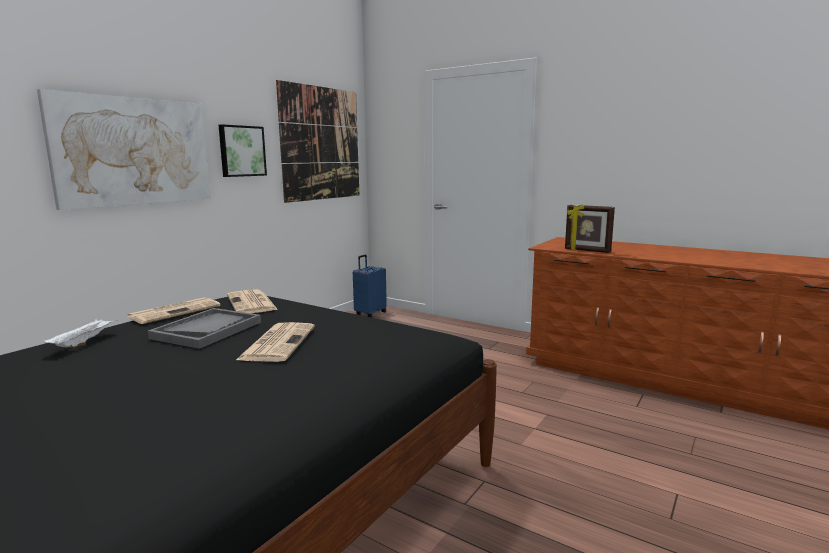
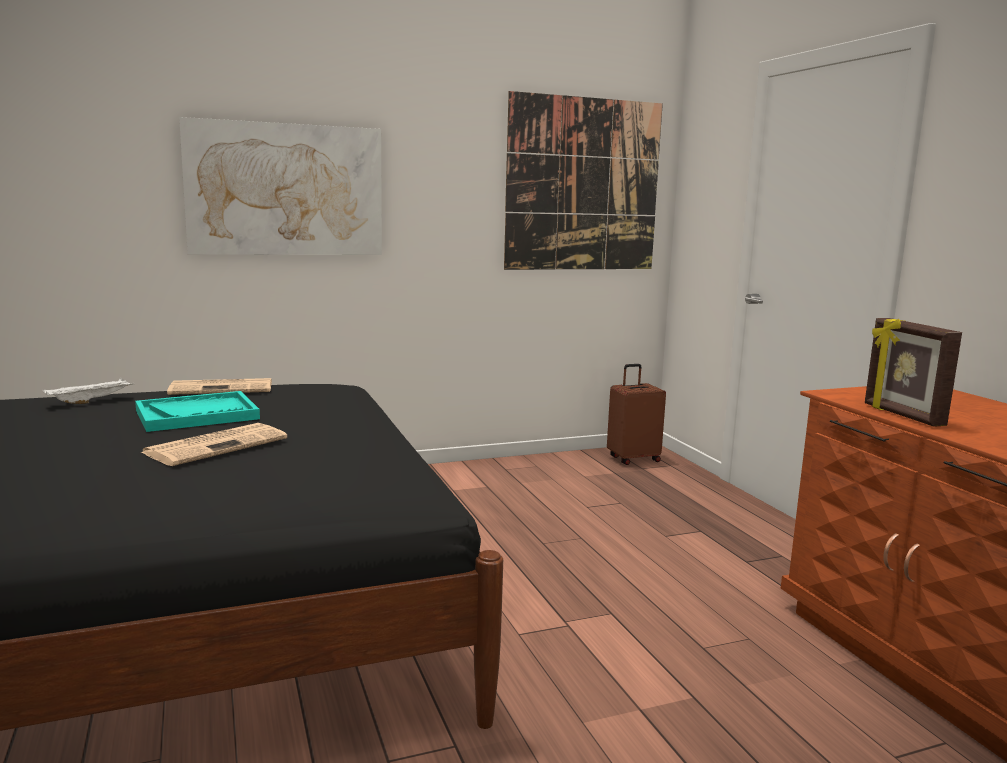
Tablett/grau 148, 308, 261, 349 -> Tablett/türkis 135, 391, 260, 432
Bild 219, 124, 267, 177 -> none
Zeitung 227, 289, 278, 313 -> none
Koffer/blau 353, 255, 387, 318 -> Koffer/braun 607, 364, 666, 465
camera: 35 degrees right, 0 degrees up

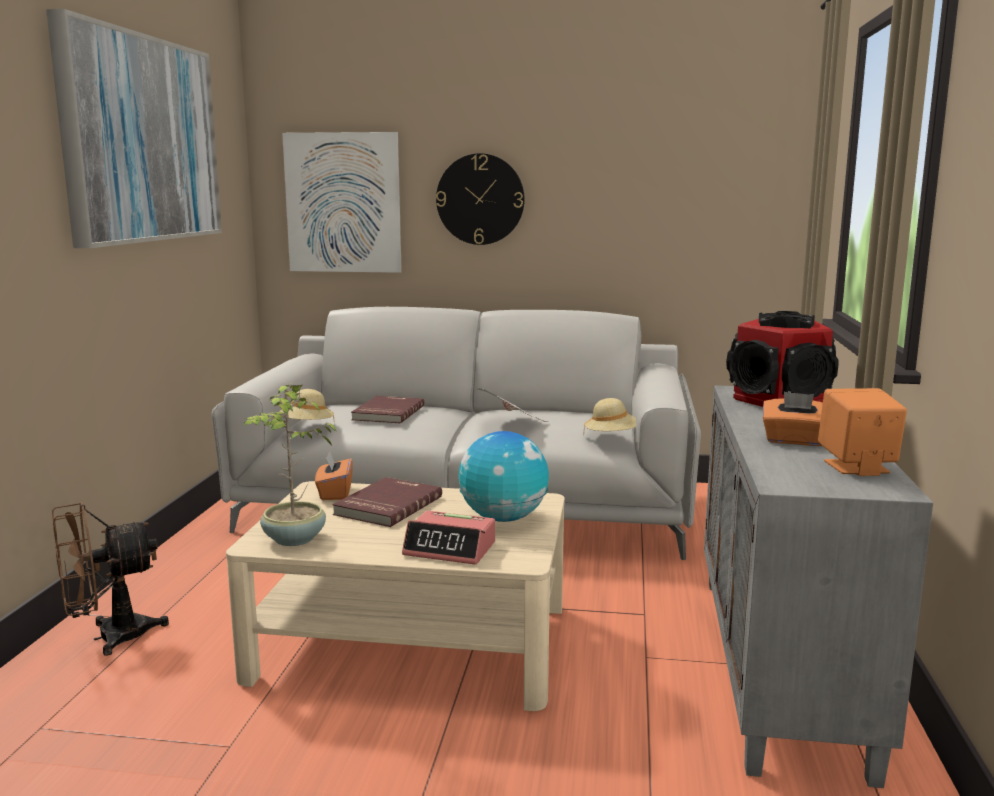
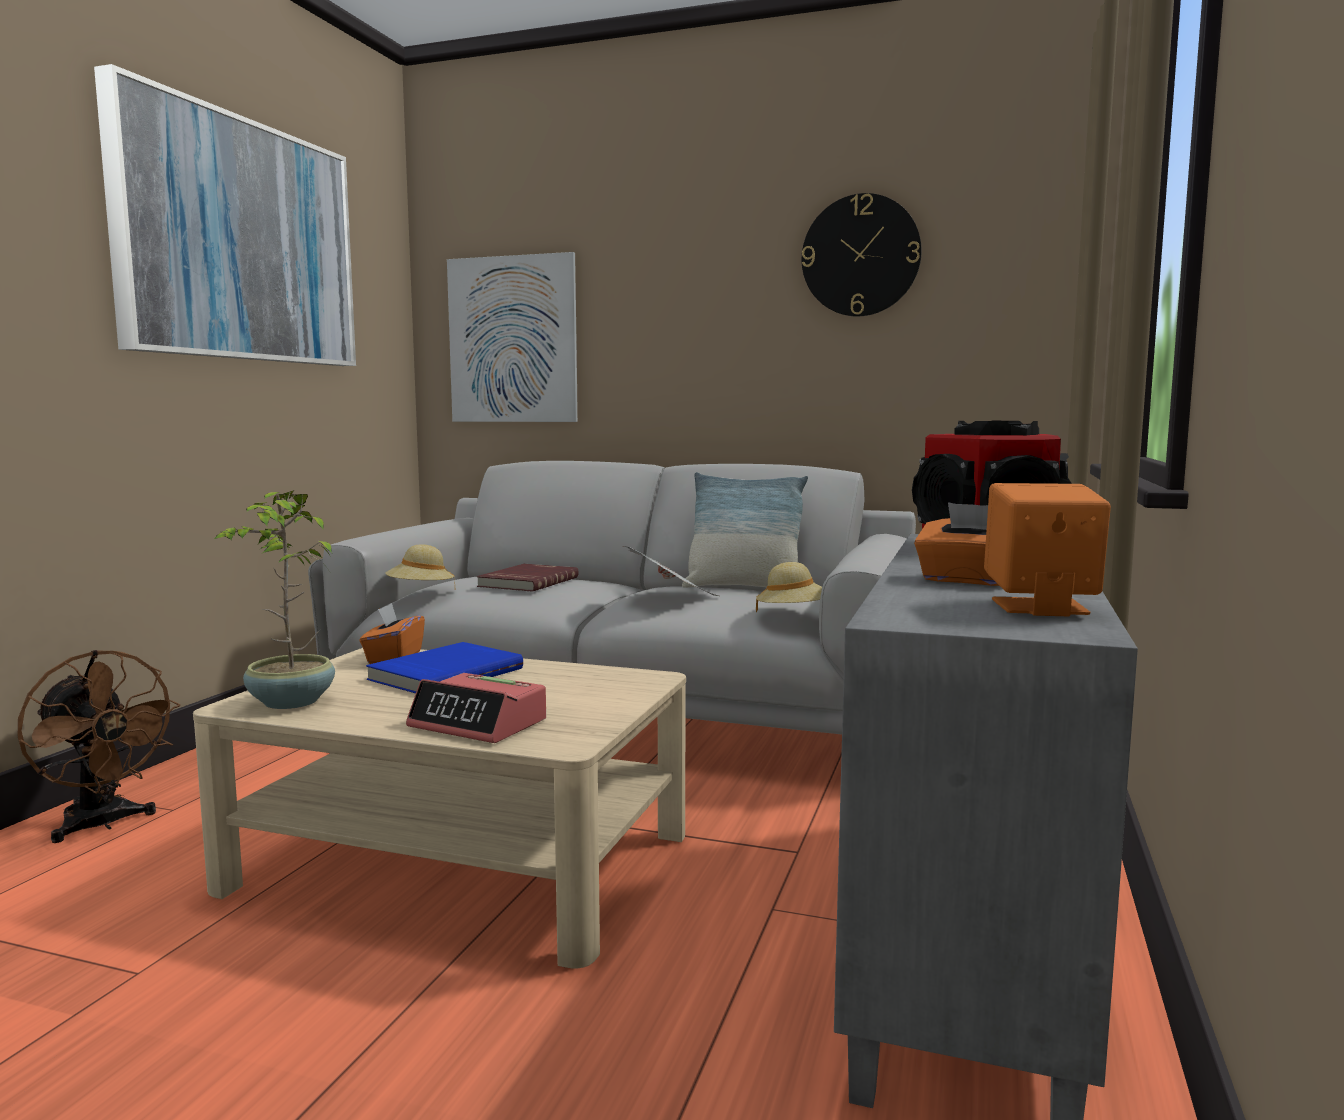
Ventilator/braun 52, 502, 169, 656 -> Ventilator/braun 18, 650, 180, 843, 120 degrees counterclockwise
Buch/rot 332, 477, 442, 527 -> Buch/blau 366, 642, 523, 694
Wanduhr 436, 153, 525, 245 -> Wanduhr 802, 193, 922, 316, relocated
Globus 459, 431, 549, 522 -> none
none -> Kissen 682, 472, 808, 588
camera: 10 degrees right, 5 degrees down

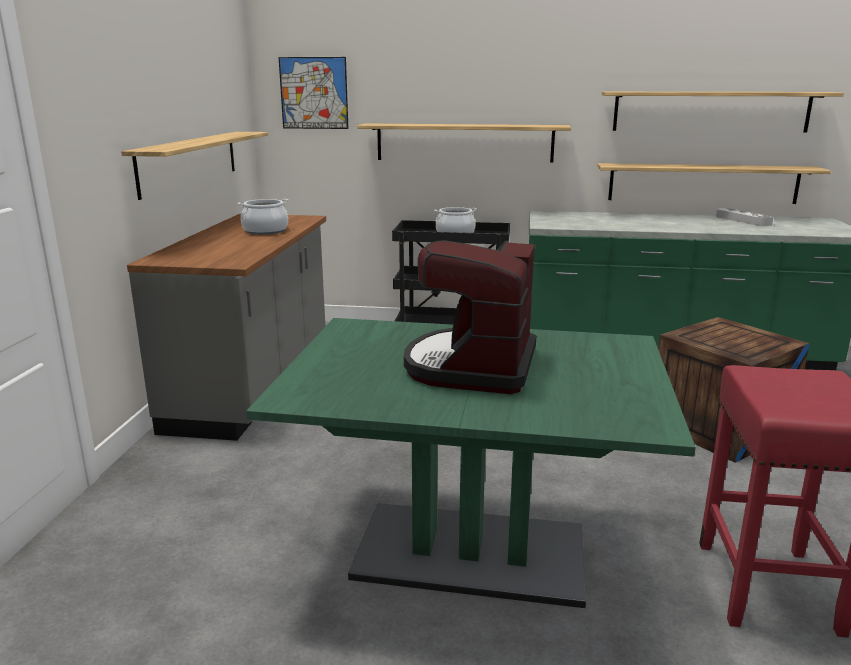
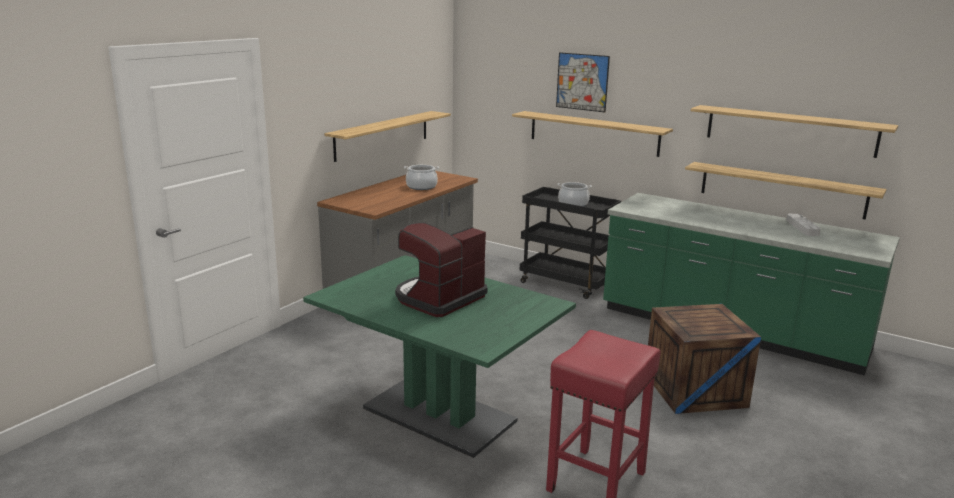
Bild 279, 57, 348, 129 -> Bild 556, 52, 610, 112, relocated
camera: 25 degrees right, 0 degrees up

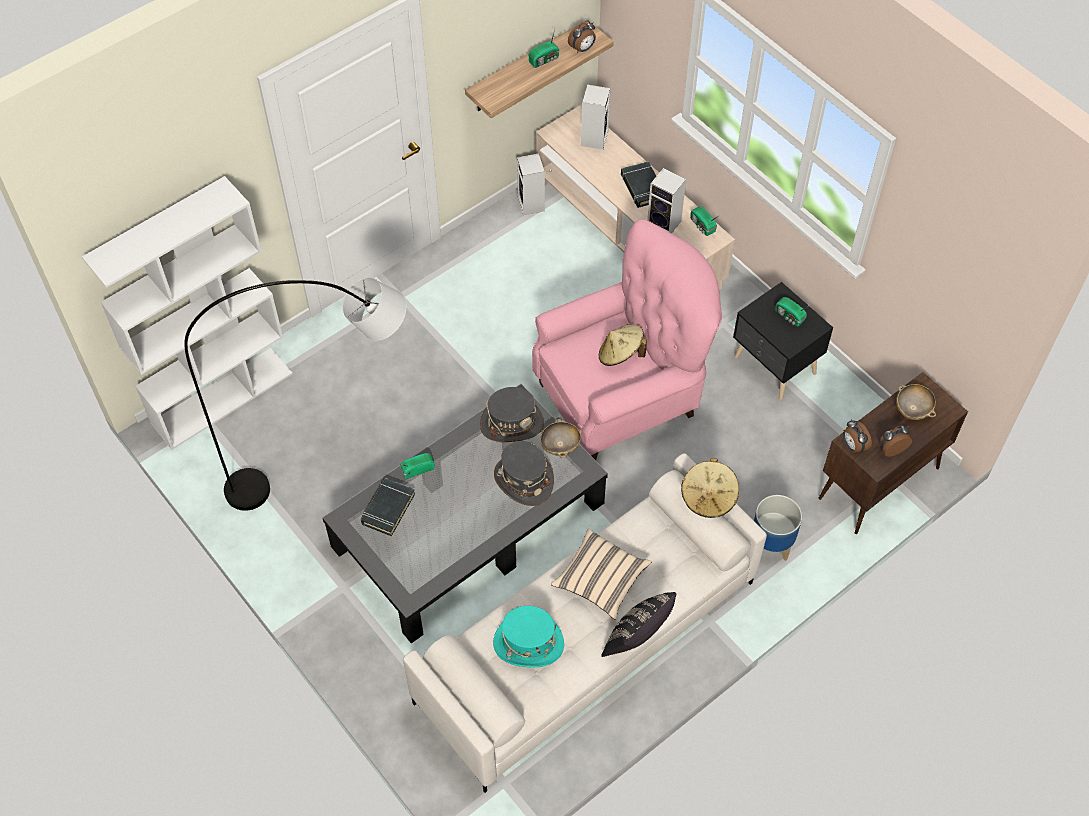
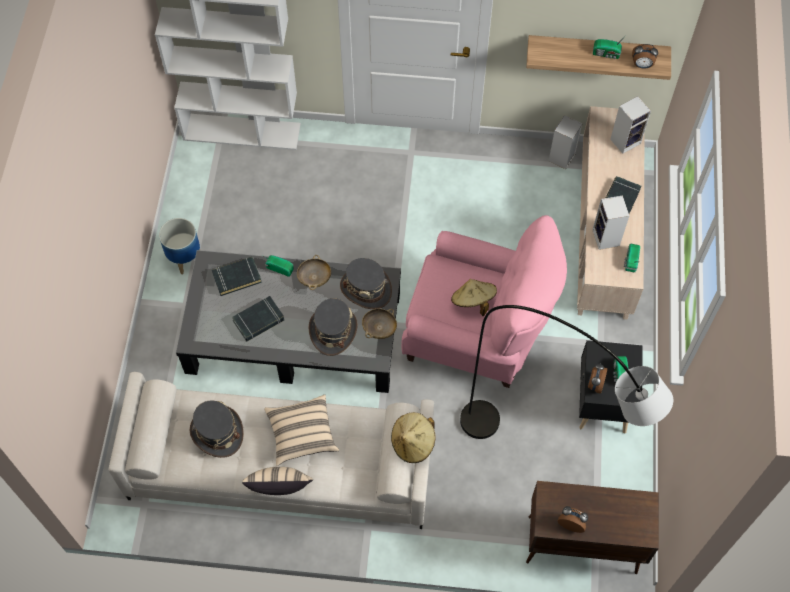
Stehlampe/grau 184, 278, 407, 511 -> Stehlampe/grau 460, 305, 673, 439, relocated
Hut/türkis 493, 606, 564, 668 -> Hut/grau 190, 400, 244, 458
Kissen/schwarz 601, 592, 676, 657 -> Kissen/beige 242, 467, 313, 495
Pflanzkübel 754, 495, 802, 561 -> Pflanzkübel 159, 218, 200, 274, relocated
Wecker 843, 420, 872, 453 -> Wecker 588, 363, 607, 394, relocated
Schüssel/beige 896, 384, 936, 420 -> Schüssel/beige 297, 255, 331, 290, relocated
none -> Buch/schwarz 232, 296, 284, 341
camera: 45 degrees right, 5 degrees up

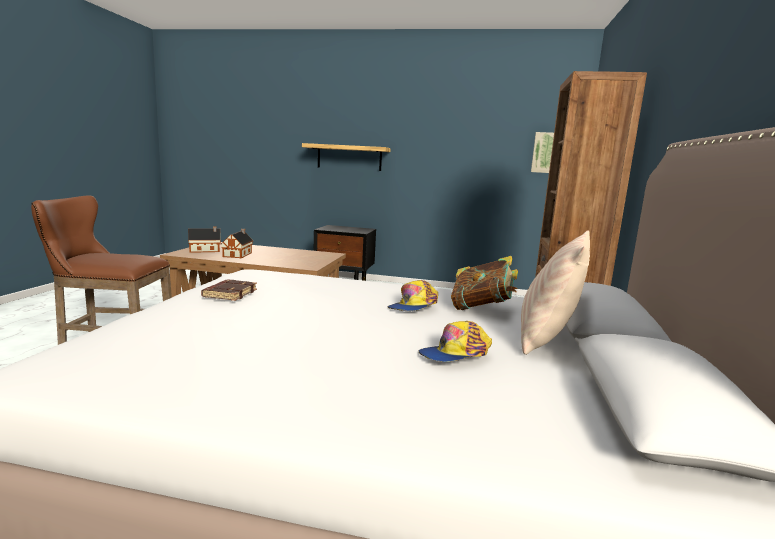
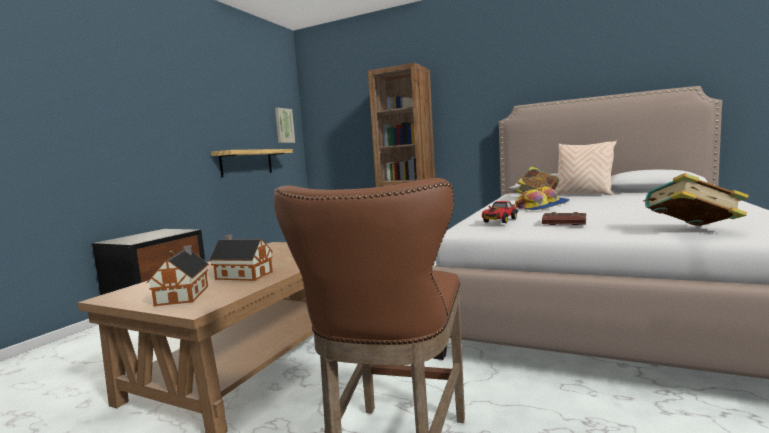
Wandregal 302, 143, 391, 171 -> Wandregal 211, 149, 293, 177, relocated
Kappe 419, 321, 492, 362 -> Kappe 515, 189, 556, 210, relocated
none -> Spielzeugauto 482, 201, 518, 223
none -> Buch 643, 173, 748, 226
camera: 75 degrees left, 5 degrees down

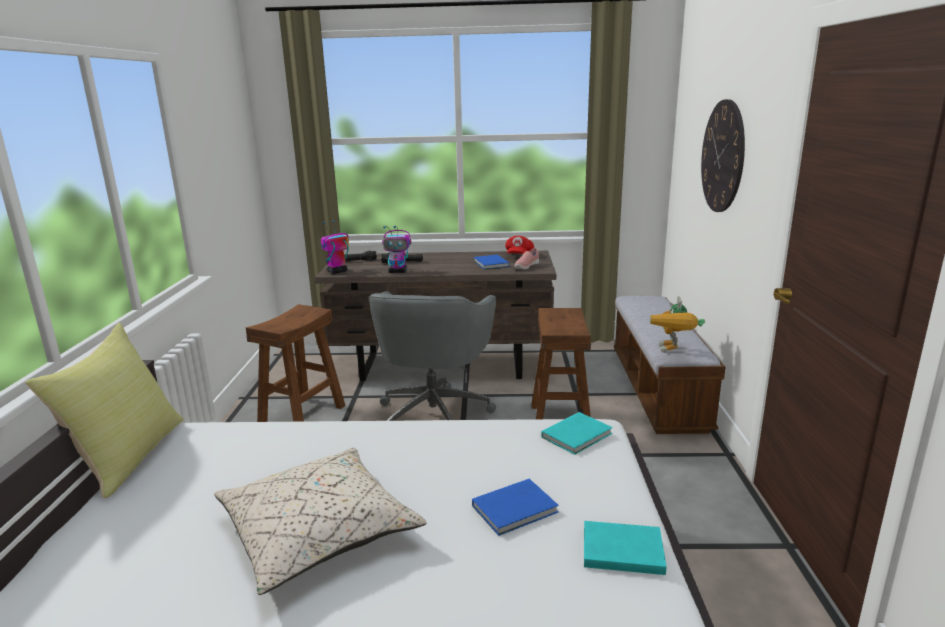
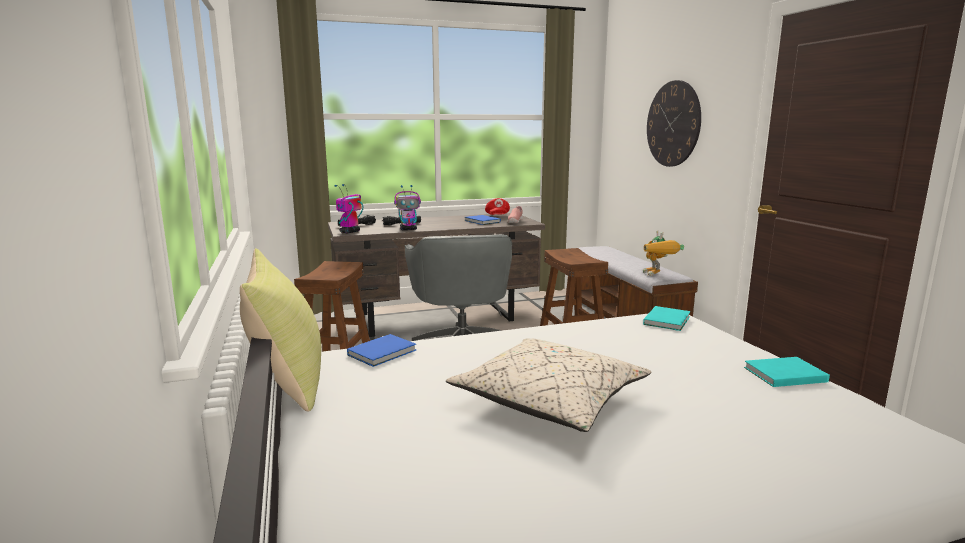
Buch/blau 472, 479, 559, 536 -> Buch/blau 347, 334, 416, 367, relocated
camera: 20 degrees left, 5 degrees down

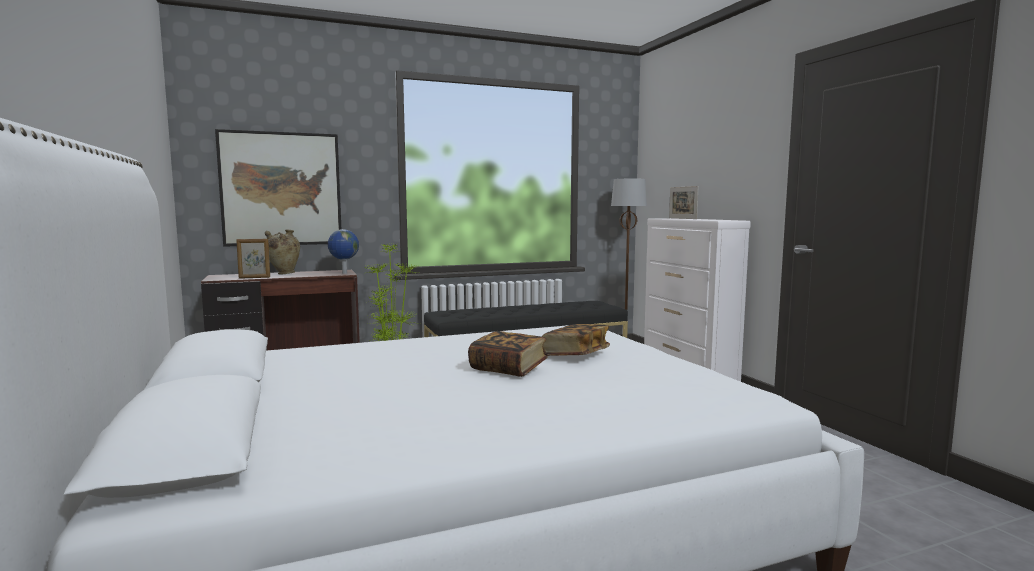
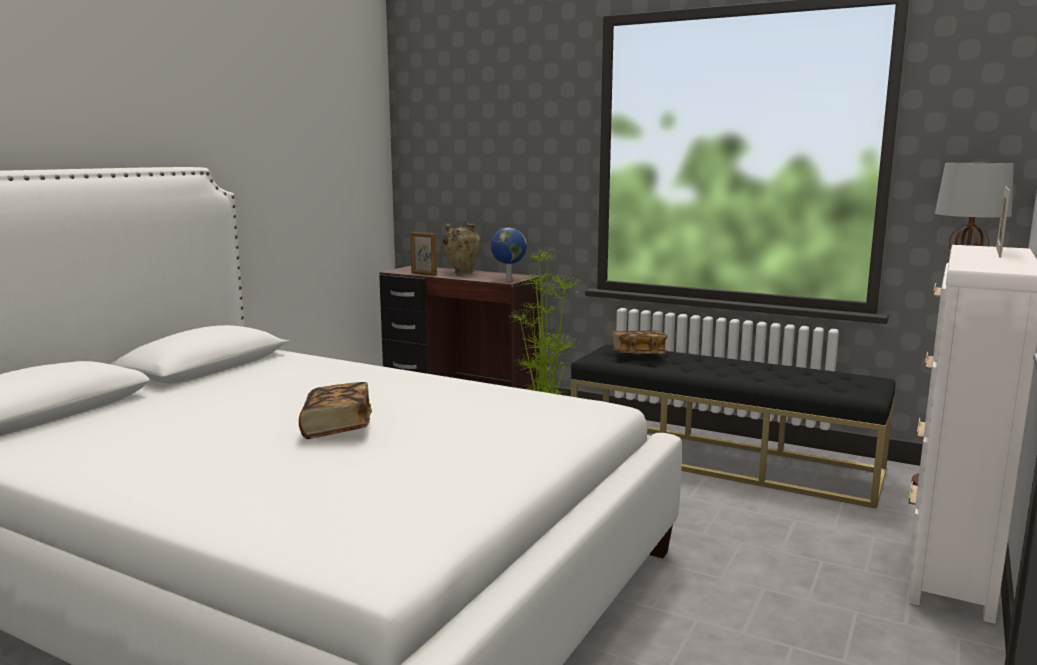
Bild 215, 129, 341, 247 -> none
Buch 542, 324, 610, 356 -> Buch 612, 331, 668, 354, relocated
camera: 50 degrees right, 5 degrees up

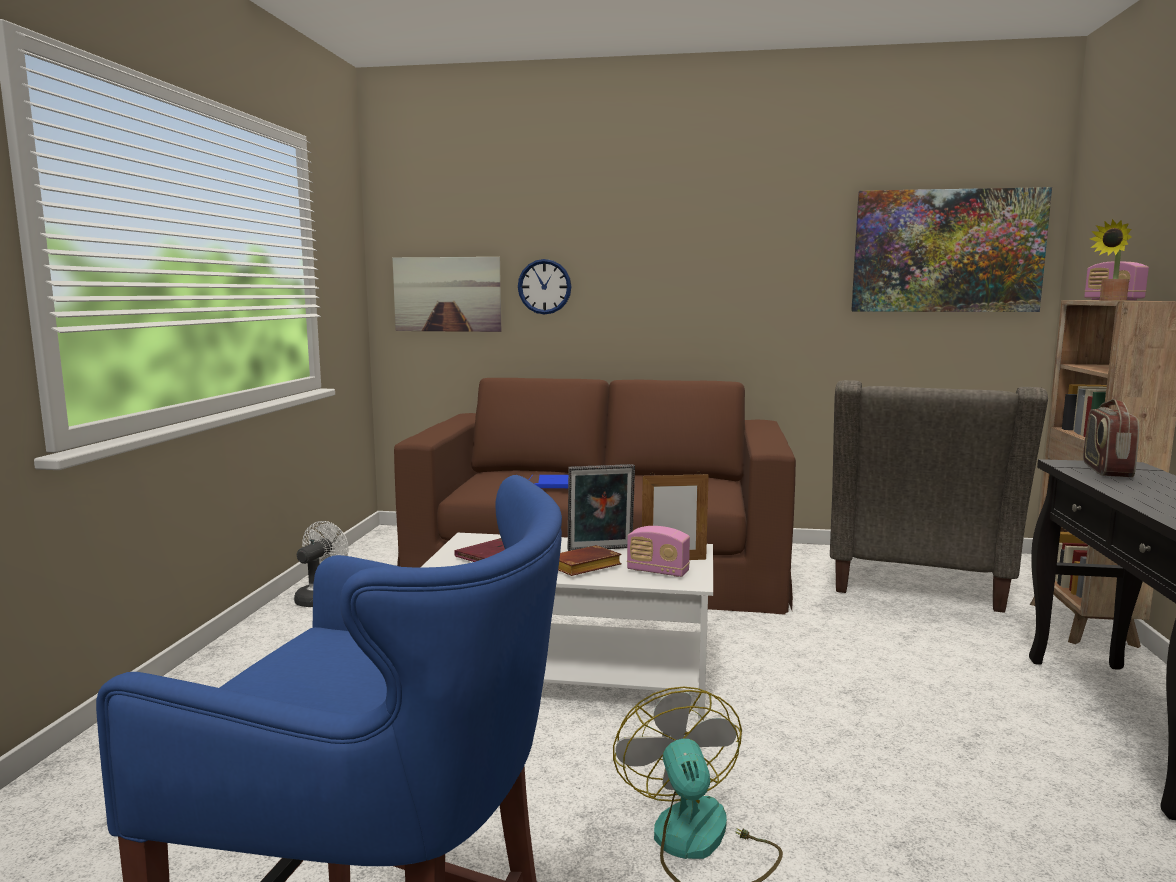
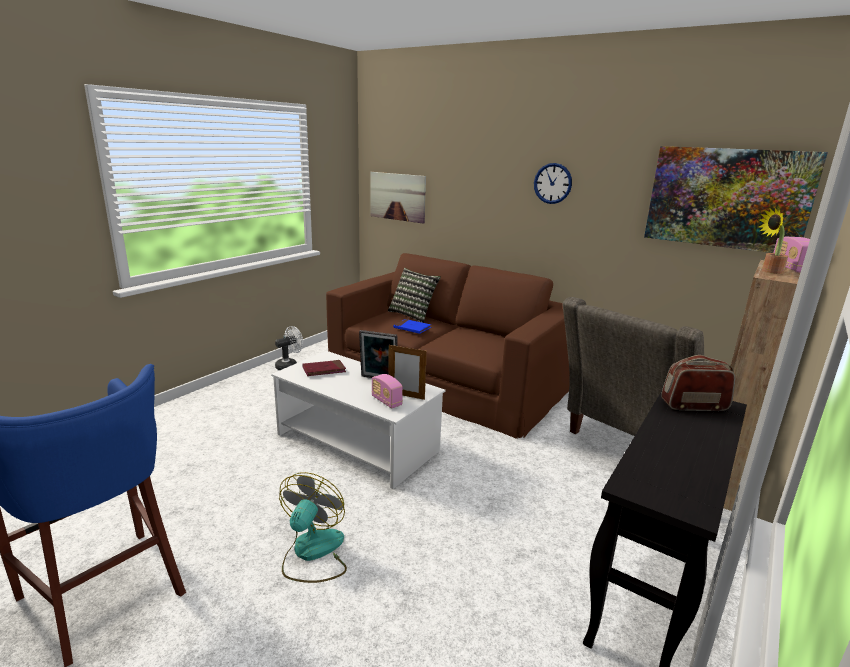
Wanduhr 518, 259, 571, 315 -> Wanduhr 534, 163, 572, 204, relocated
Buch/braun 558, 545, 622, 576 -> none
Radio 1083, 399, 1139, 477 -> Radio 661, 355, 735, 411, 45 degrees clockwise
none -> Kissen 388, 268, 441, 323
camera: 25 degrees right, 10 degrees up

